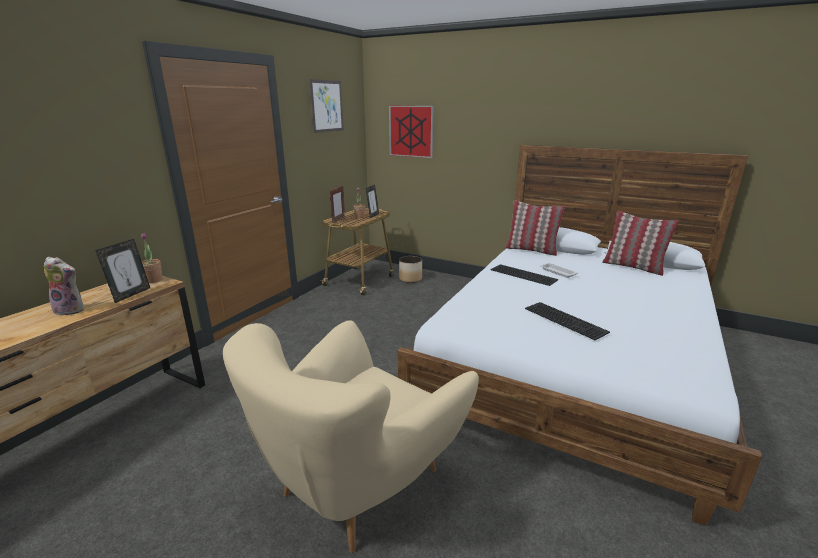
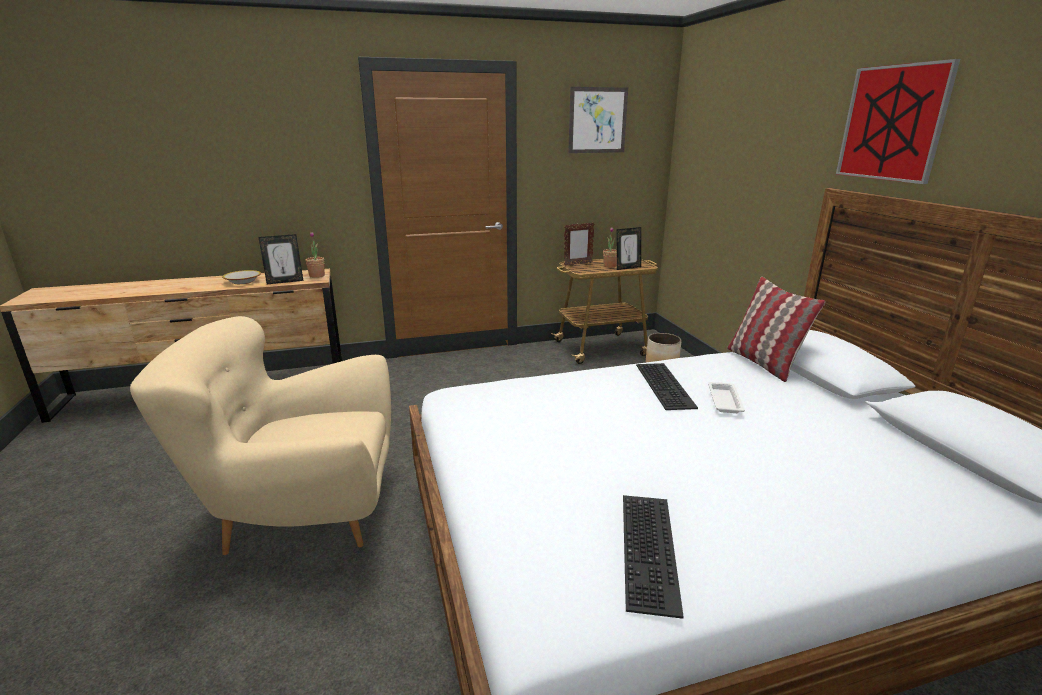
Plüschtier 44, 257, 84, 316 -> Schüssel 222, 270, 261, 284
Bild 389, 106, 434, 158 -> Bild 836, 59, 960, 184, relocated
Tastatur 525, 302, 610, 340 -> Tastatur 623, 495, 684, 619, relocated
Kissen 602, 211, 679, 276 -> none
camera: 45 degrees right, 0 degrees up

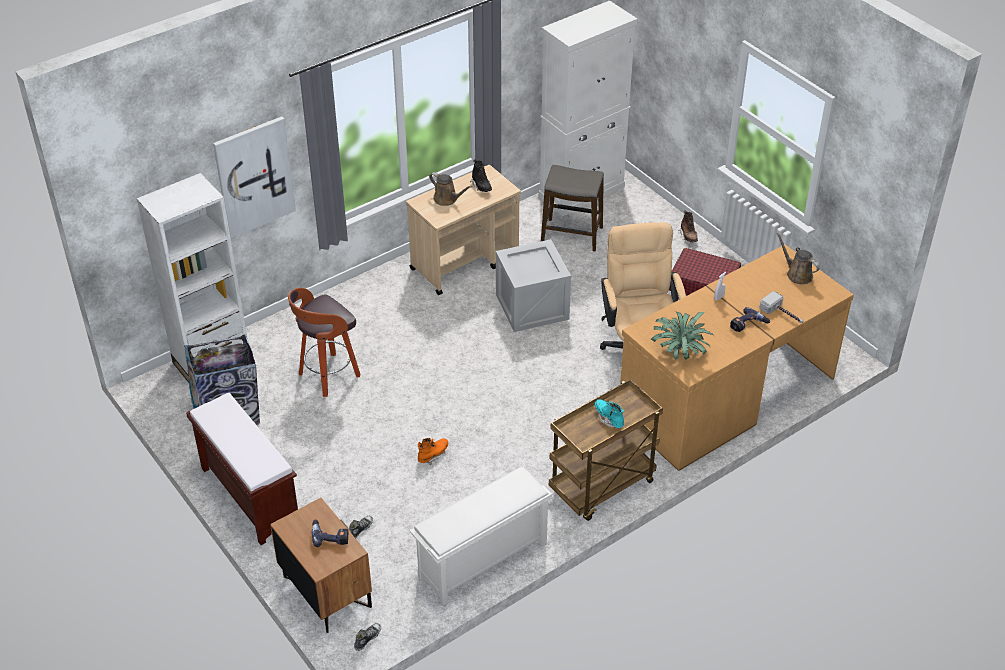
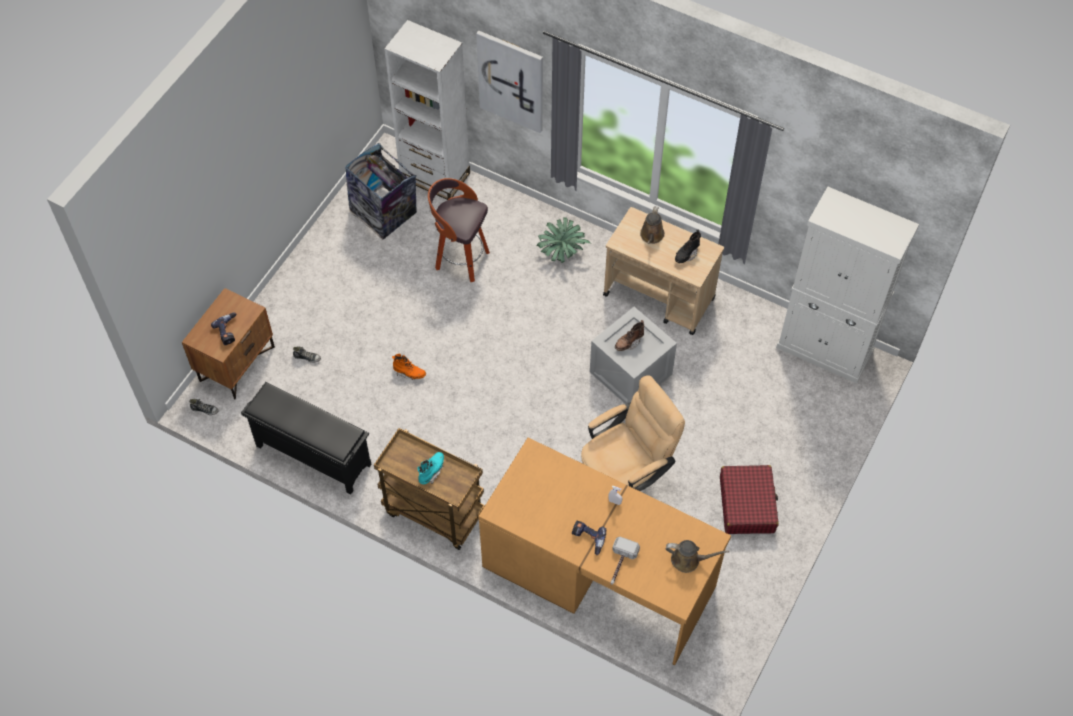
Bank/braun 186, 393, 298, 545 -> none
Schuhregal/weiß 410, 466, 552, 606 -> Schuhregal/schwarz 241, 382, 372, 495
Hocker 541, 165, 604, 251 -> none
Topfpflanze 651, 311, 713, 360 -> Topfpflanze 537, 217, 590, 263, relocated
Stiefel/braun 679, 210, 698, 243 -> Stiefel/braun 615, 320, 644, 351, relocated
Gießkanne/braun 776, 232, 820, 284 -> Gießkanne/braun 666, 540, 729, 573, 75 degrees clockwise
camera: 65 degrees right, 15 degrees up

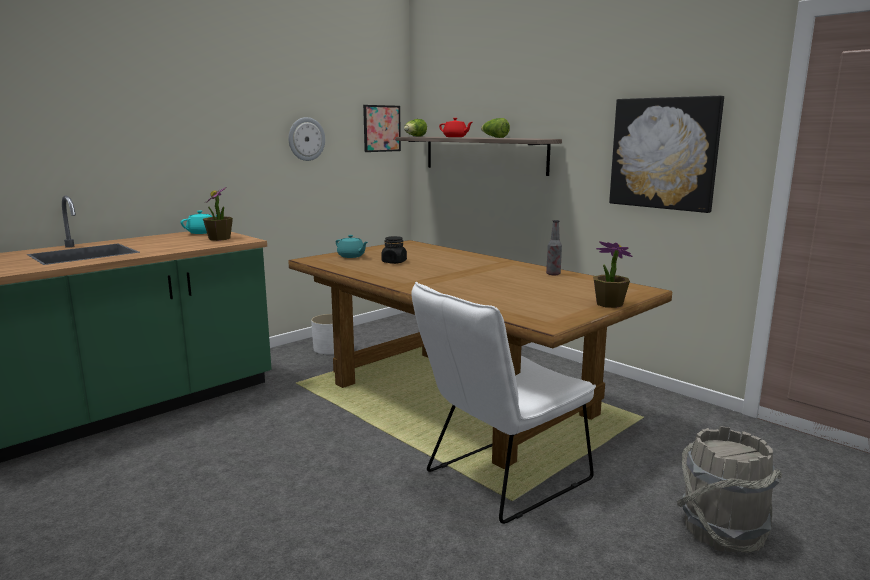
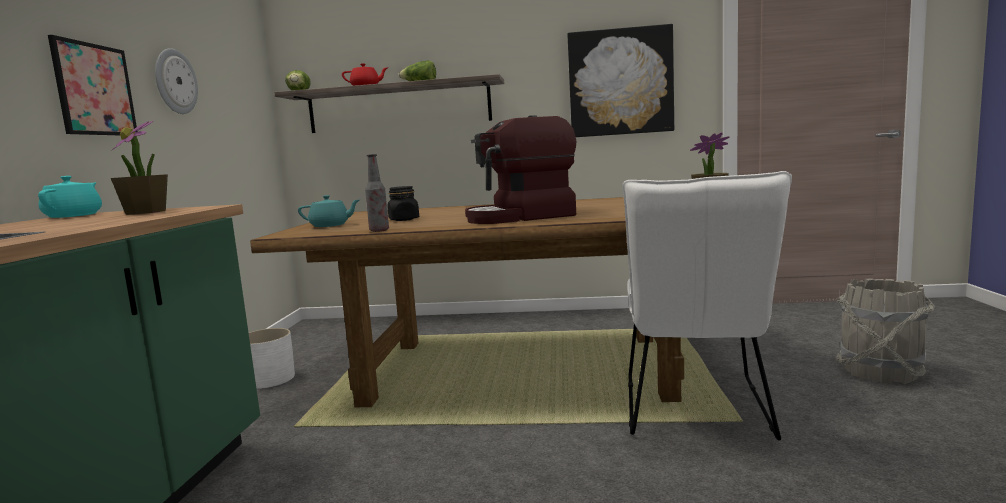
Bild 363, 105, 401, 152 -> Bild 48, 35, 138, 135, relocated
Flasche 546, 220, 562, 275 -> Flasche 365, 154, 389, 232, relocated
none -> Kaffeemaschine 465, 115, 576, 224
camera: 40 degrees left, 5 degrees down

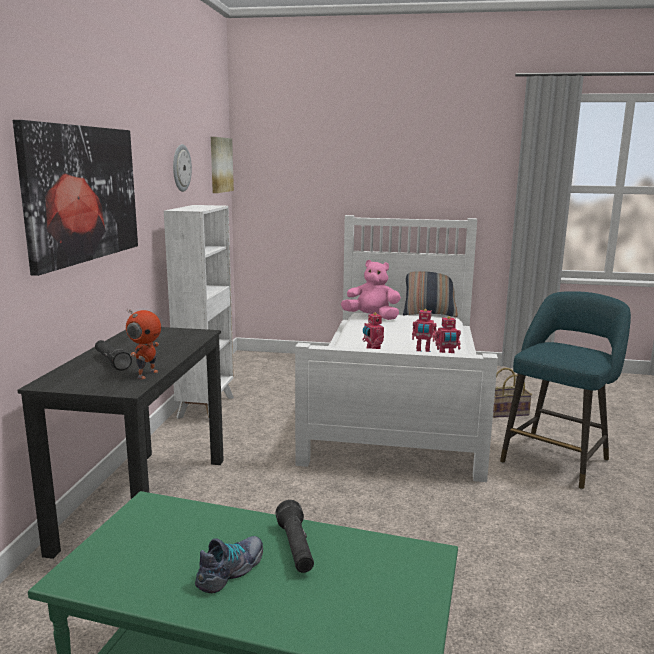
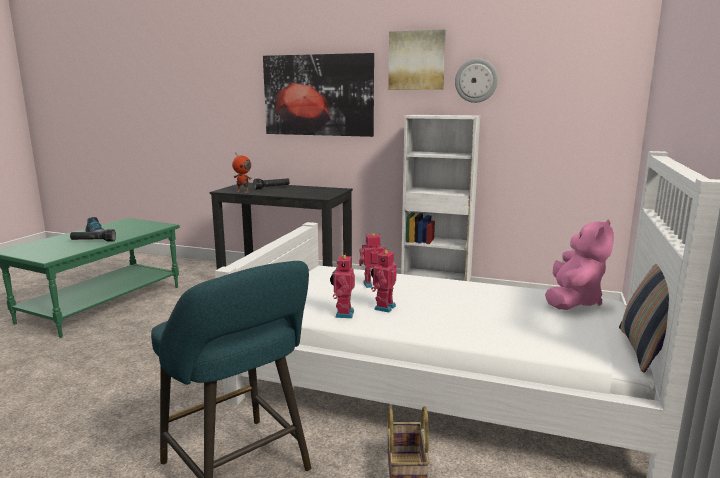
Bild 211, 137, 234, 193 -> Bild 388, 29, 446, 90, relocated
camera: 100 degrees right, 0 degrees up

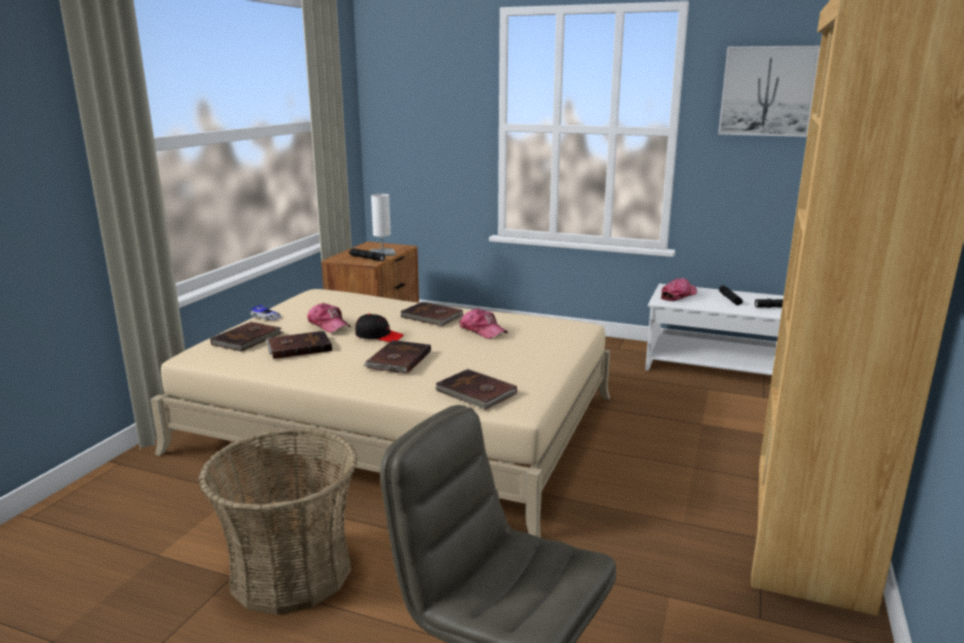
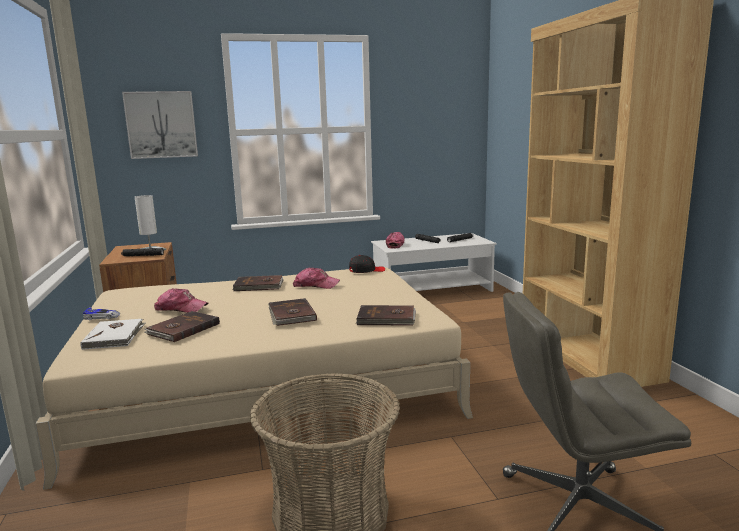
Buch/braun 211, 322, 283, 352 -> Buch/weiß 80, 319, 146, 350
Kappe/schwarz 355, 314, 404, 342 -> Kappe/schwarz 349, 255, 385, 273, relocated
Bild 718, 46, 820, 137 -> Bild 122, 91, 198, 159, relocated
camera: 35 degrees left, 5 degrees down

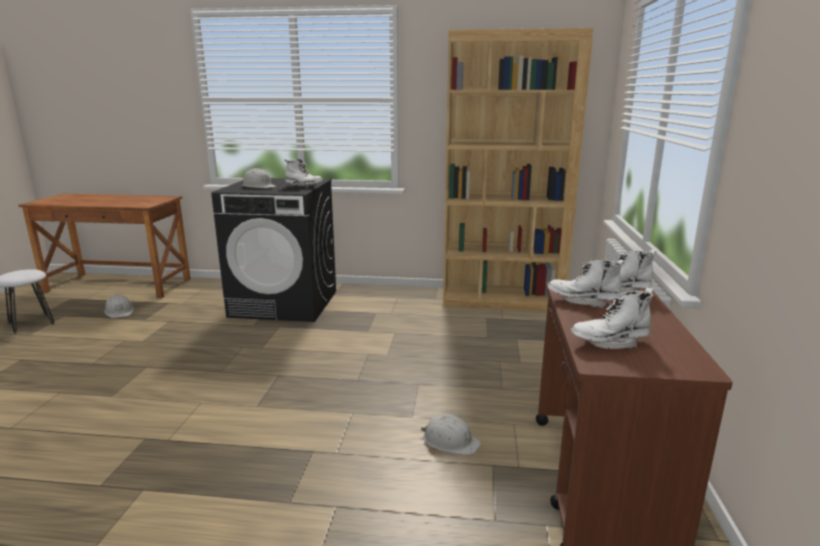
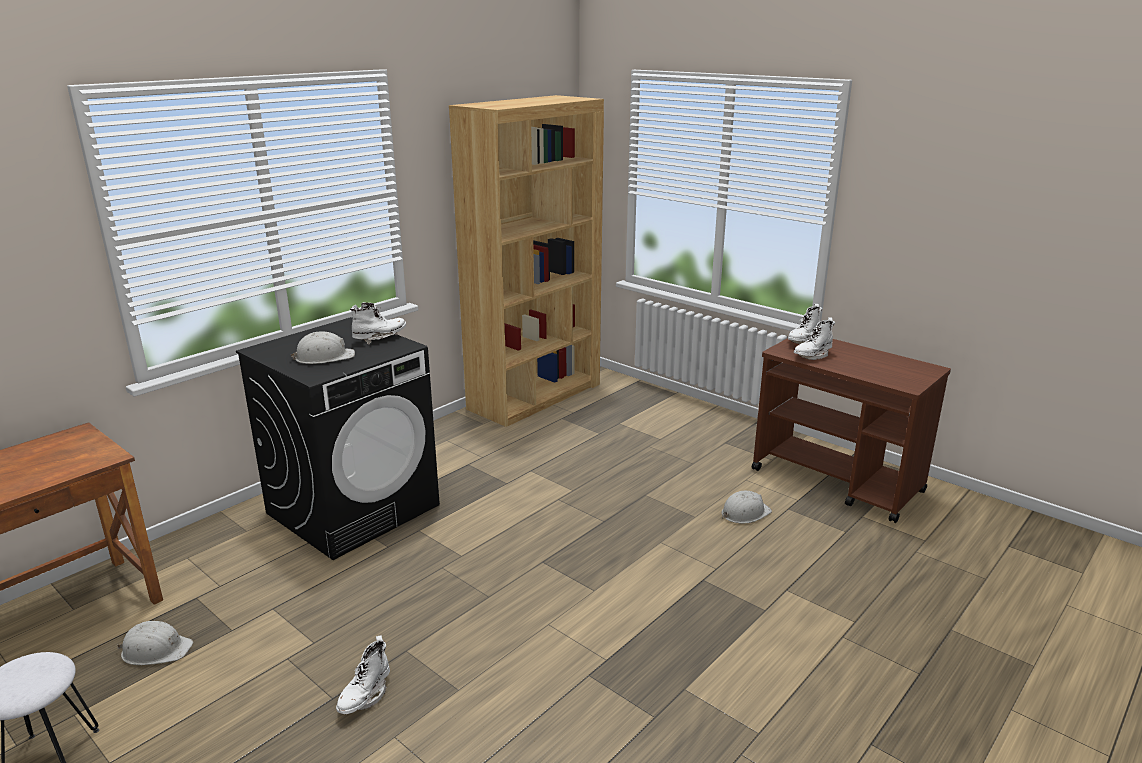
Stiefel/weiß 571, 288, 653, 349 -> Stiefel/weiß 336, 635, 390, 714, relocated
camera: 55 degrees left, 5 degrees up

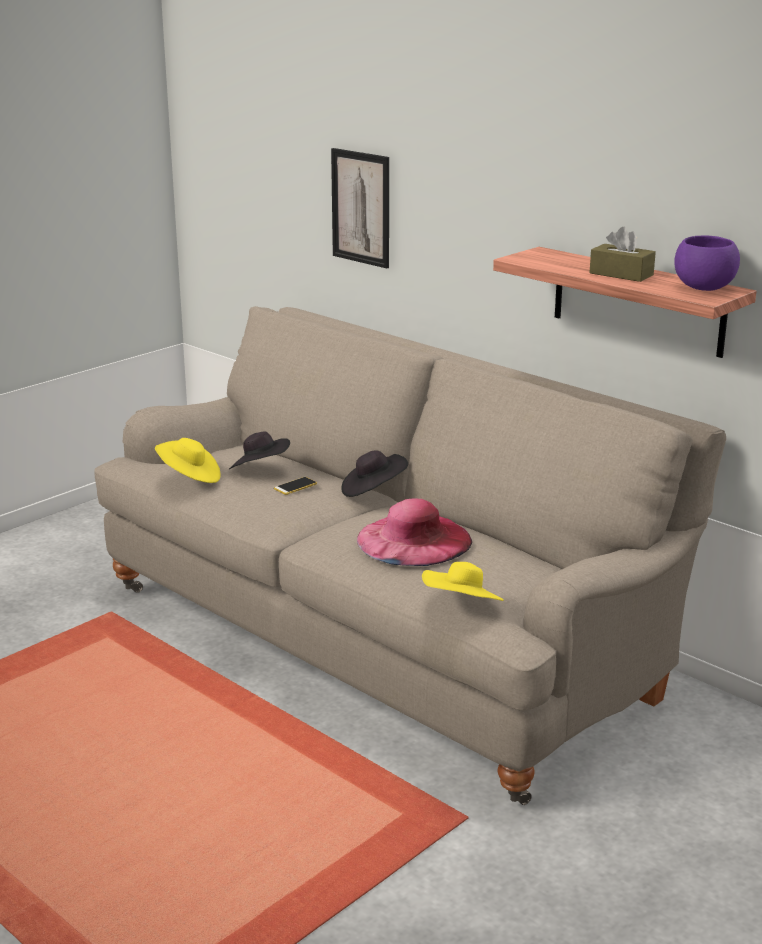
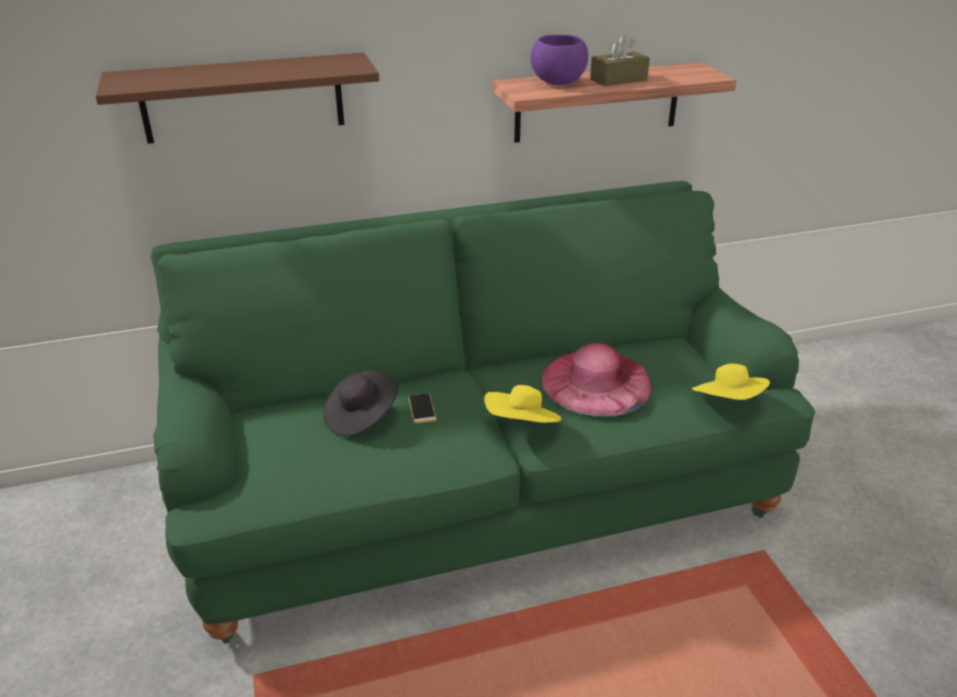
Sofa/beige 94, 306, 726, 805 -> Sofa/grün 151, 181, 815, 644
Hut/gelb 155, 438, 221, 483 -> Hut/gelb 484, 385, 562, 423, relocated
Bild 331, 148, 389, 268 -> Wandregal/braun 96, 53, 379, 144
Hut/schwarz 341, 450, 408, 497 -> none
Schüssel/lila 674, 235, 740, 291 -> Schüssel/lila 531, 35, 588, 85, relocated
camera: 60 degrees left, 10 degrees up

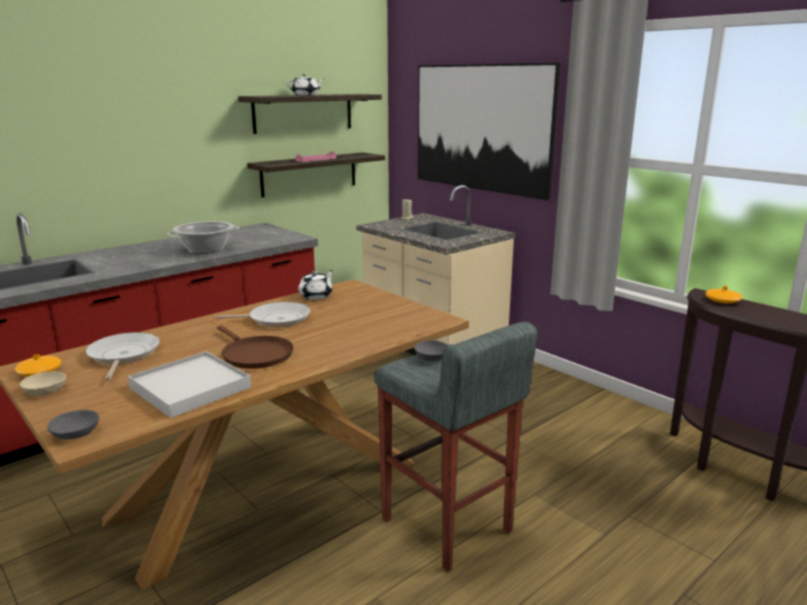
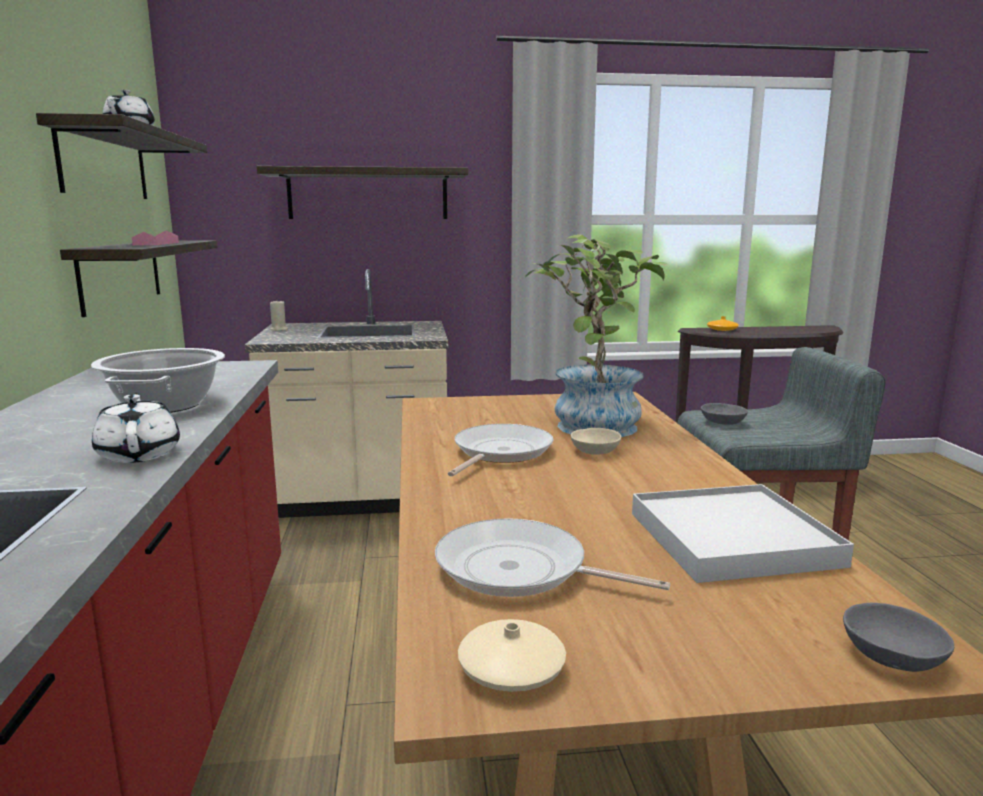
Vase/orange 15, 354, 61, 377 -> Vase/beige 458, 619, 566, 692
Schüssel/beige 20, 371, 66, 396 -> Schüssel/beige 570, 428, 621, 455, relocated
Pfanne/braun 217, 325, 293, 369 -> none
Teekanne/weiß 298, 270, 333, 300 -> Teekanne/weiß 92, 393, 180, 463, relocated
Bild 418, 63, 560, 201 -> Wandregal 257, 166, 468, 219
none -> Topfpflanze 525, 234, 667, 437
camera: 55 degrees left, 5 degrees down

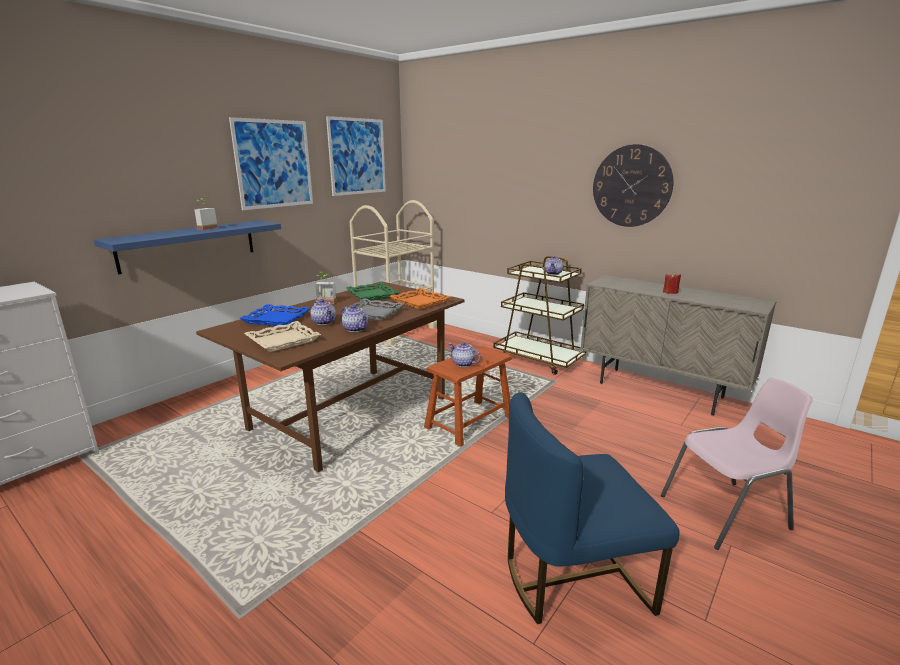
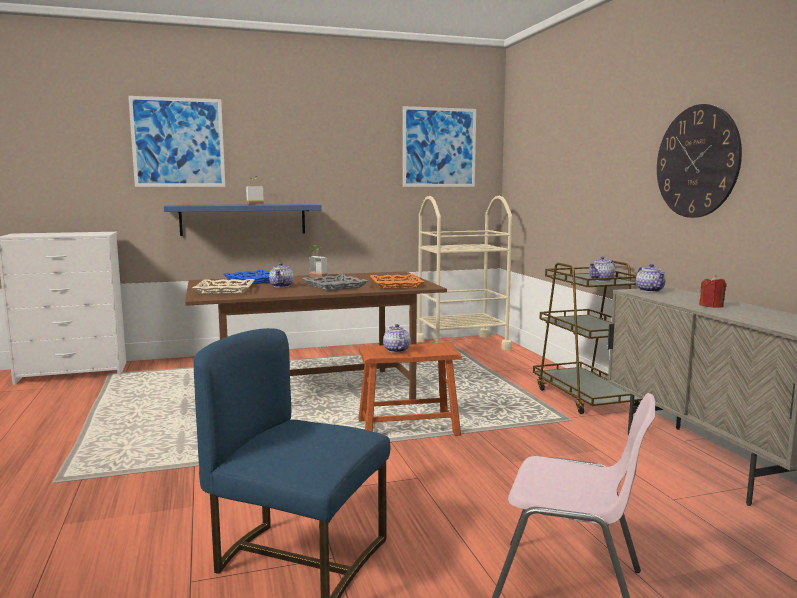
Bild 229, 117, 313, 210 -> Bild 128, 96, 225, 187, relocated
Teekanne 342, 305, 368, 332 -> Teekanne 636, 264, 666, 292, relocated
Tablett/grün 346, 282, 400, 301 -> none
camera: 35 degrees right, 10 degrees down

